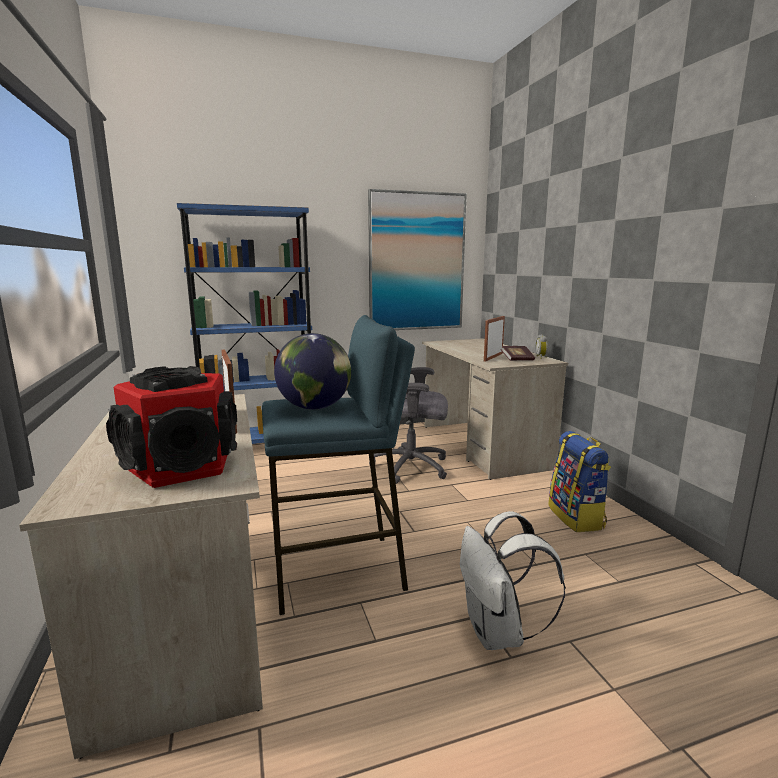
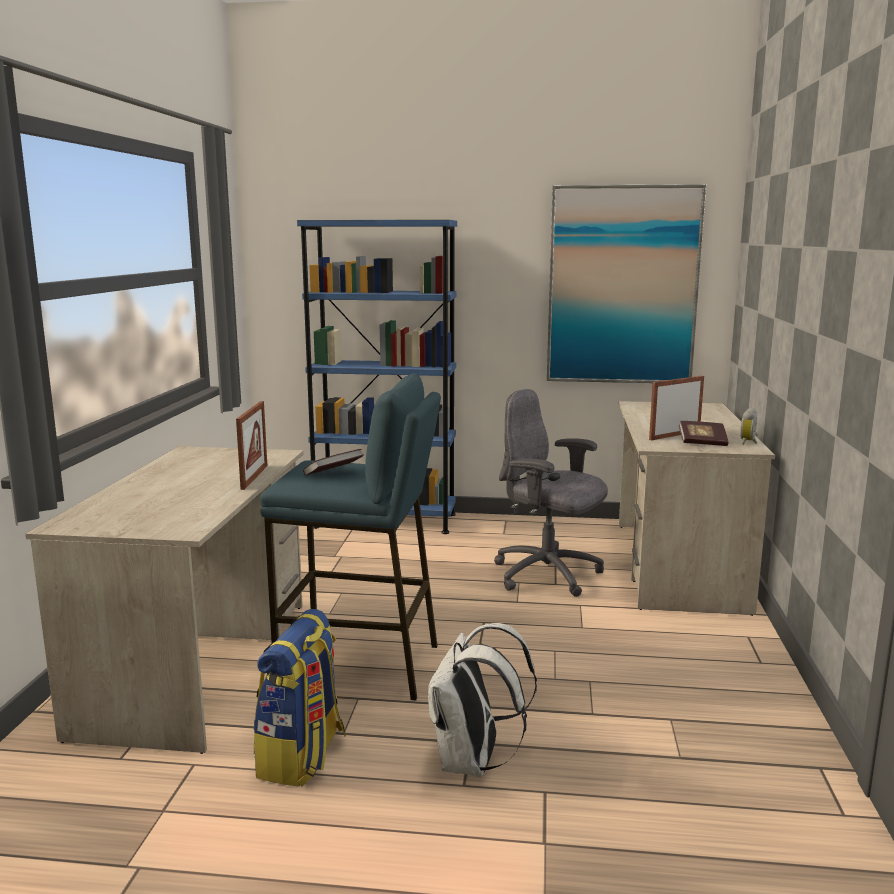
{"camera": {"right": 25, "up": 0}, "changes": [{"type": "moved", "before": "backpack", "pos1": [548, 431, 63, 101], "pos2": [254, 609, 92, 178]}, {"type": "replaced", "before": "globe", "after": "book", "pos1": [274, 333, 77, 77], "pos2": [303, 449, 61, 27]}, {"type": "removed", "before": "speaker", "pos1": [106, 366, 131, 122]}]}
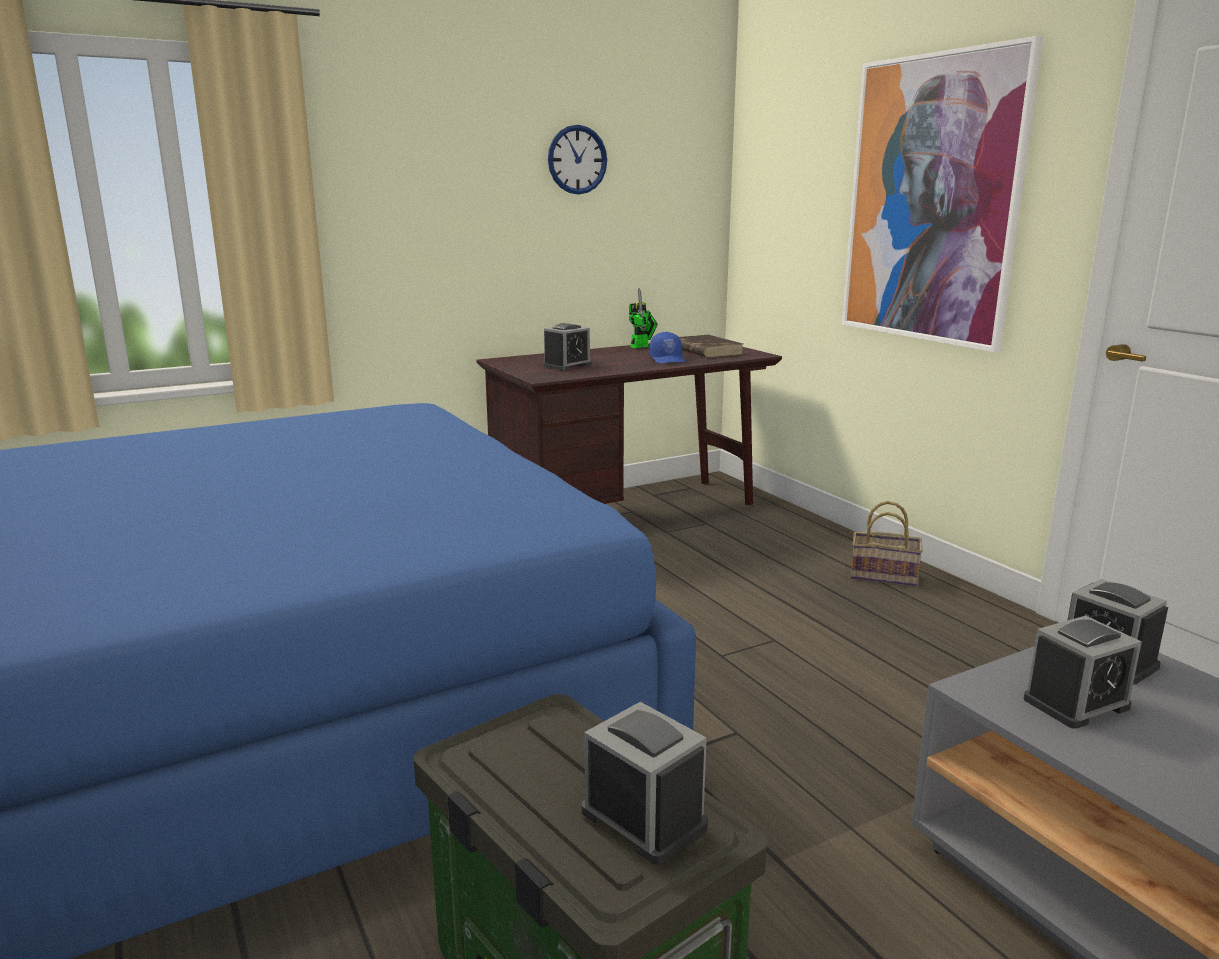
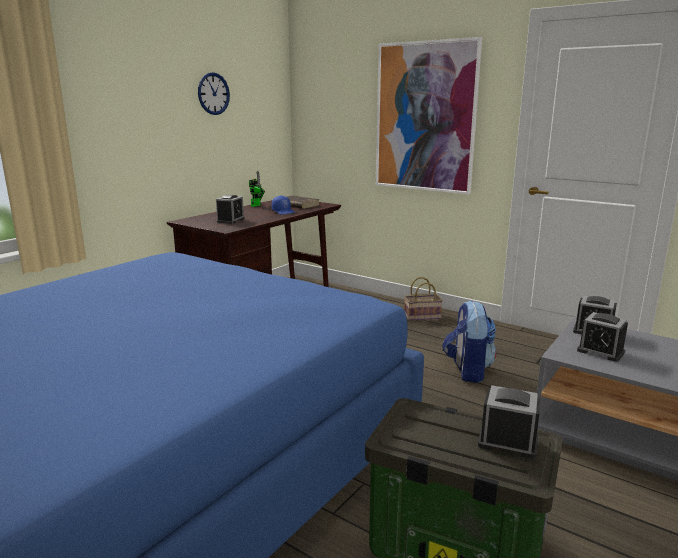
{"camera": {"right": -25, "up": 0}, "changes": [{"type": "added", "after": "backpack", "pos2": [442, 300, 54, 83]}, {"type": "turned", "before": "alarm clock", "pos1": [1024, 616, 118, 113], "pos2": [577, 312, 51, 50], "turn": 90}]}
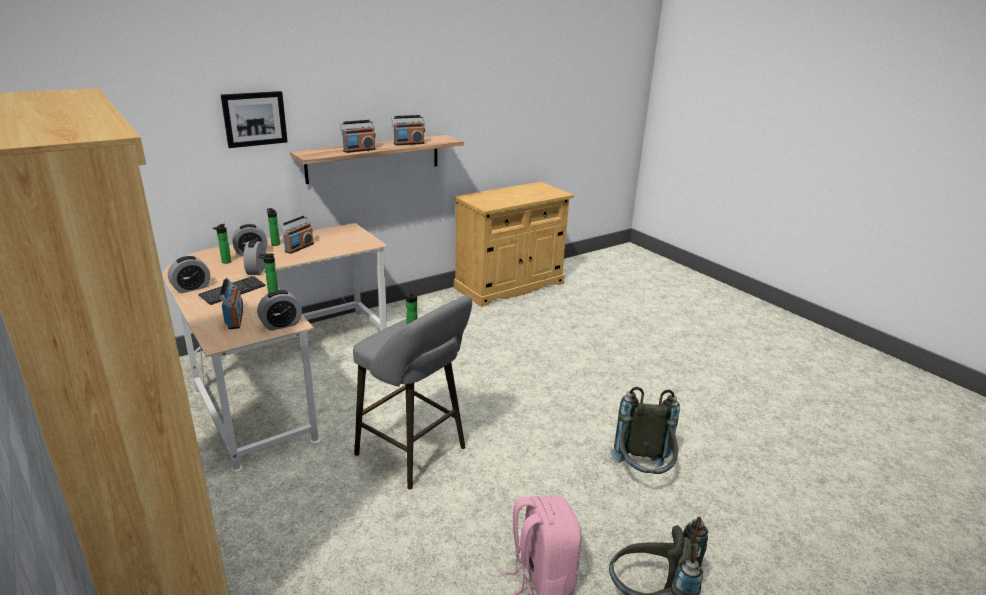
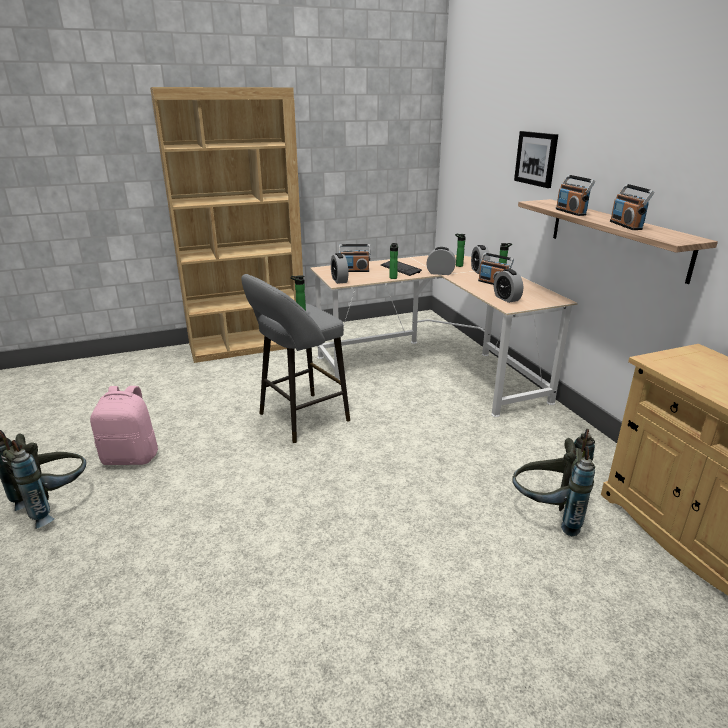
{"camera": {"right": 105, "up": 0}, "changes": [{"type": "moved", "before": "alarm clock", "pos1": [168, 256, 42, 37], "pos2": [494, 269, 29, 34]}, {"type": "moved", "before": "backpack (grey)", "pos1": [610, 387, 70, 87], "pos2": [512, 429, 83, 107]}]}
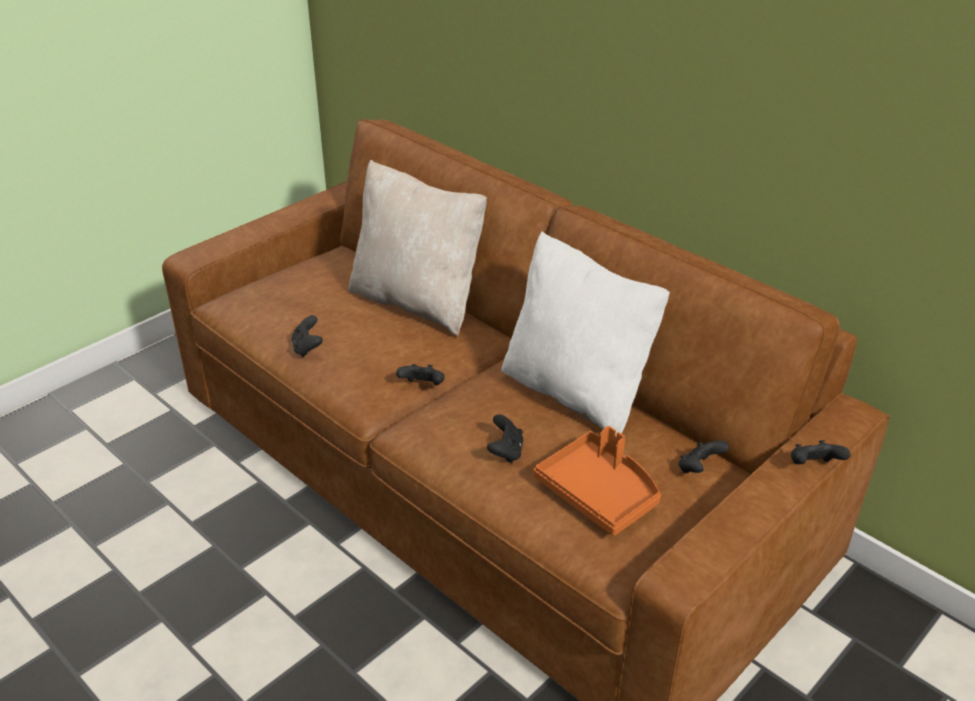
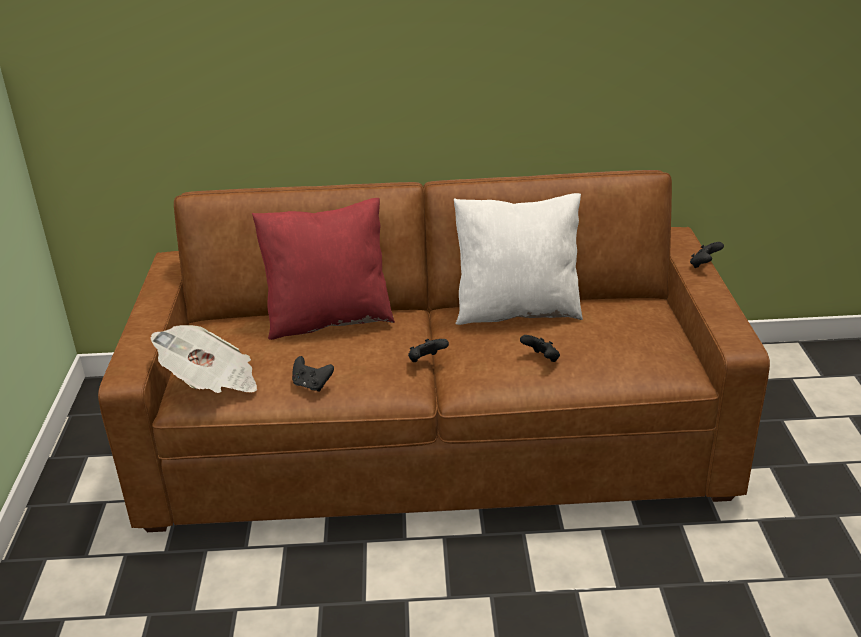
{"camera": {"right": -45, "up": -5}, "changes": [{"type": "added", "after": "newspaper", "pos2": [151, 325, 106, 68]}, {"type": "recoloured", "before": "pillow (beige)", "after": "pillow (red)", "pos1": [349, 160, 138, 176], "pos2": [252, 198, 143, 142]}, {"type": "removed", "before": "tray (orange)", "pos1": [534, 426, 127, 110]}, {"type": "removed", "before": "game controller (black)", "pos1": [678, 440, 52, 33]}]}
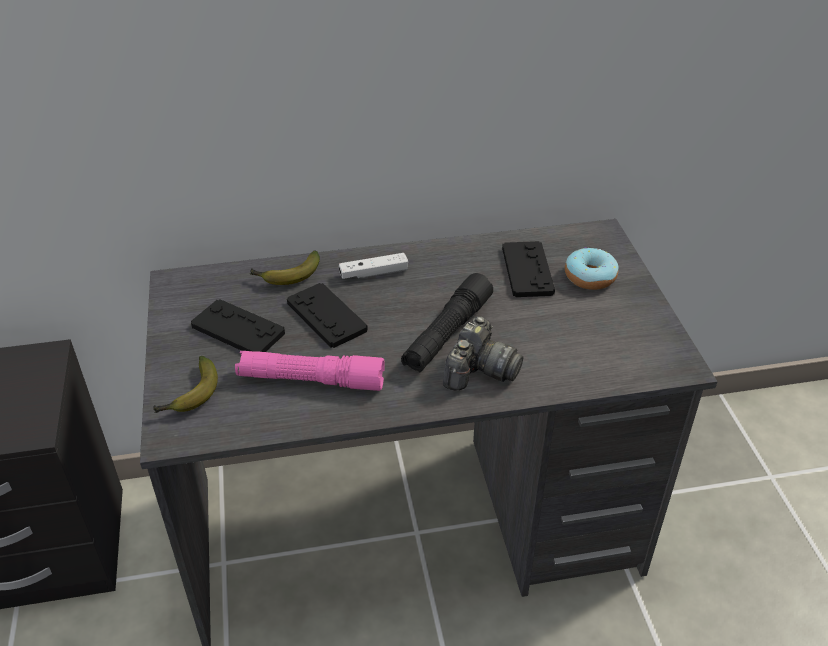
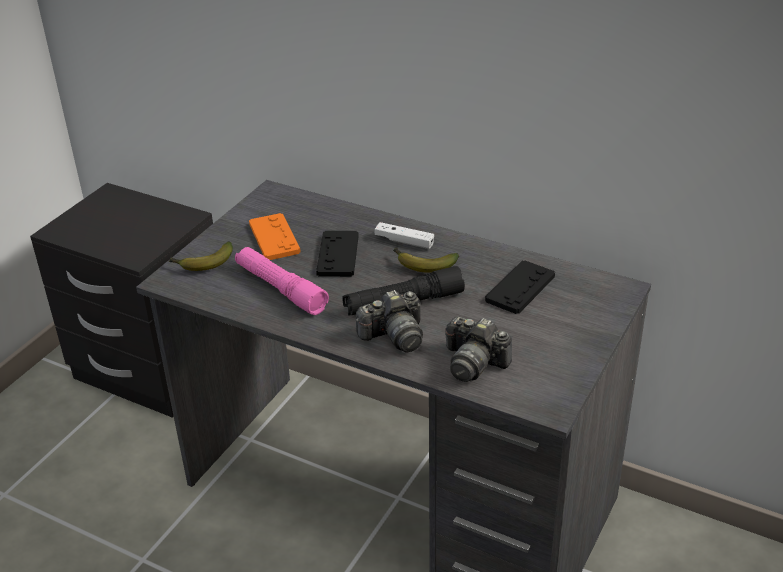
{"camera": {"right": 40, "up": -5}, "changes": [{"type": "recoloured", "before": "game controller (black)", "after": "game controller (orange)", "pos1": [191, 299, 94, 53], "pos2": [249, 213, 52, 47]}, {"type": "moved", "before": "banana", "pos1": [250, 250, 70, 35], "pos2": [393, 246, 66, 27]}, {"type": "added", "after": "photo camera", "pos2": [445, 316, 67, 66]}, {"type": "removed", "before": "donut", "pos1": [565, 247, 54, 43]}]}
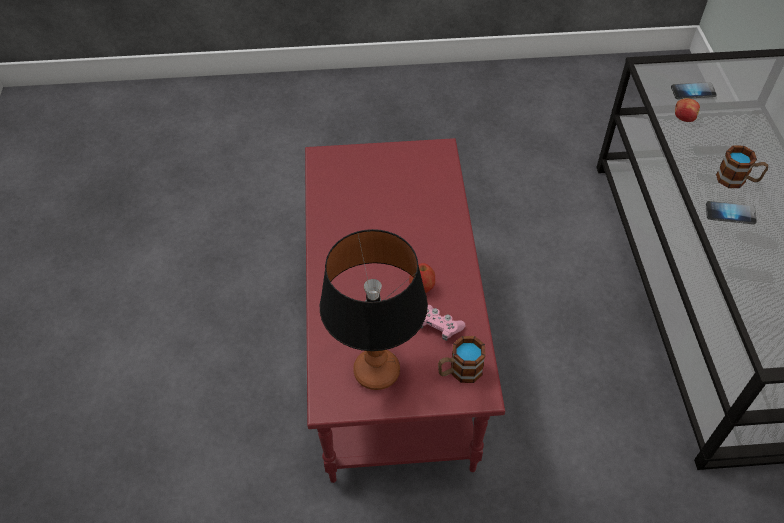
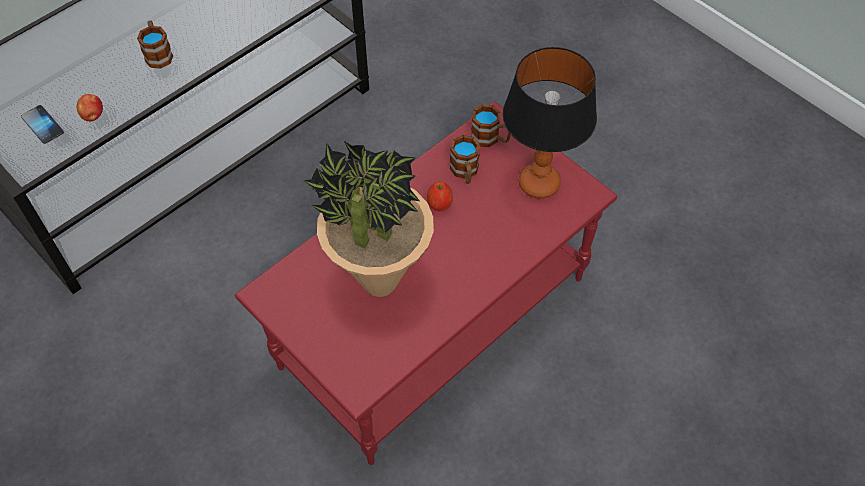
{"camera": {"right": -130, "up": 5}, "changes": [{"type": "added", "after": "potted plant", "pos2": [304, 140, 130, 157]}, {"type": "replaced", "before": "game controller (pink)", "after": "mug", "pos1": [421, 305, 44, 36], "pos2": [450, 135, 30, 49]}, {"type": "removed", "before": "phone", "pos1": [706, 201, 51, 23]}]}
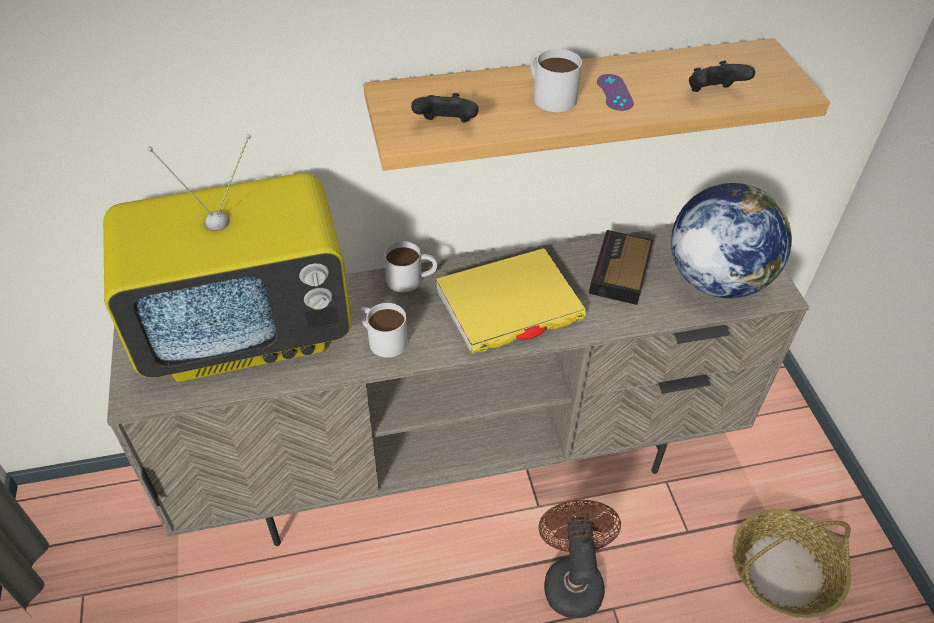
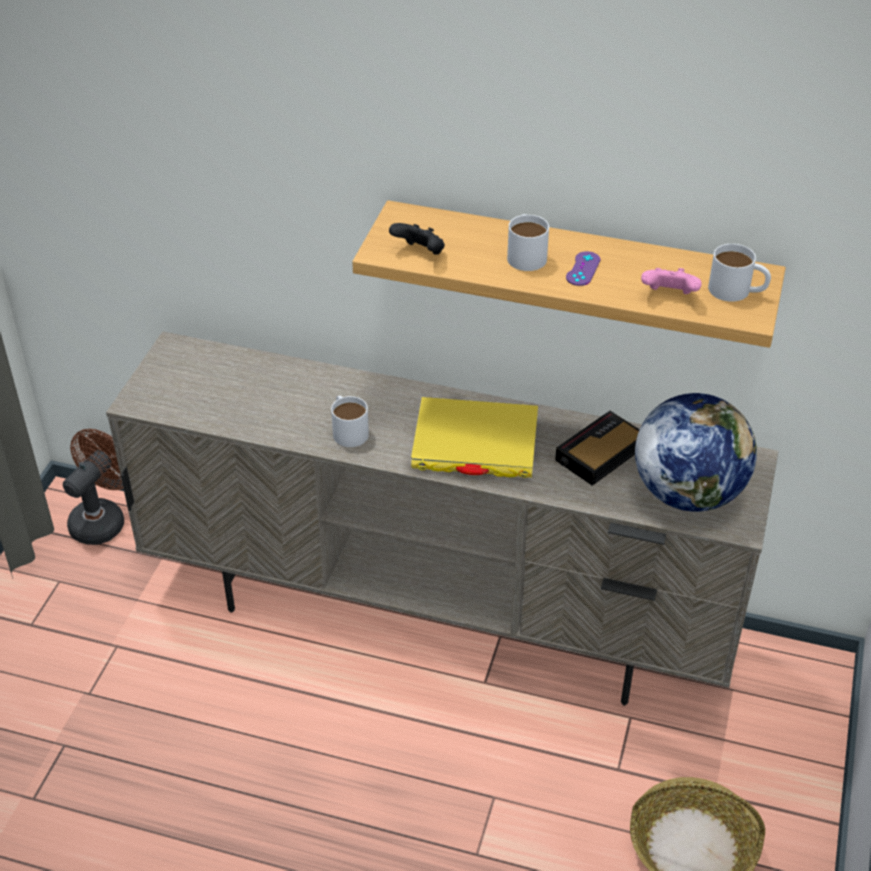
{"camera": {"right": 30, "up": -5}, "changes": [{"type": "moved", "before": "fan (brown)", "pos1": [538, 500, 83, 118], "pos2": [63, 429, 61, 116]}, {"type": "recoloured", "before": "game controller (black)", "after": "game controller (pink)", "pos1": [689, 61, 66, 31], "pos2": [641, 268, 61, 26]}, {"type": "moved", "before": "mug (white)", "pos1": [384, 241, 53, 51], "pos2": [708, 244, 63, 58]}, {"type": "removed", "before": "television", "pos1": [103, 134, 249, 248]}]}
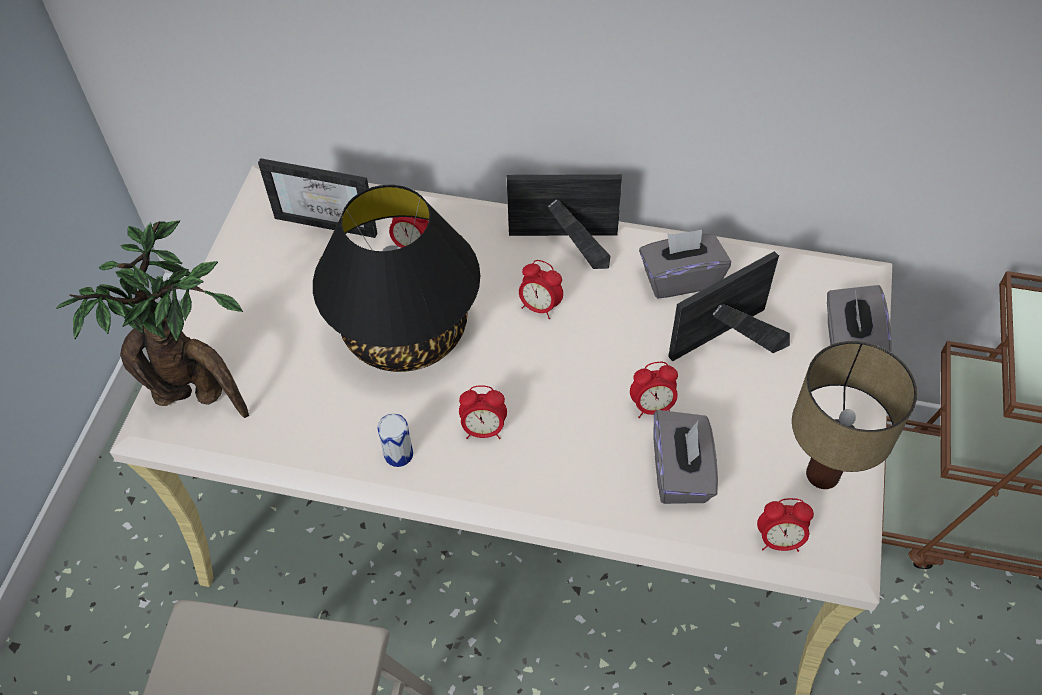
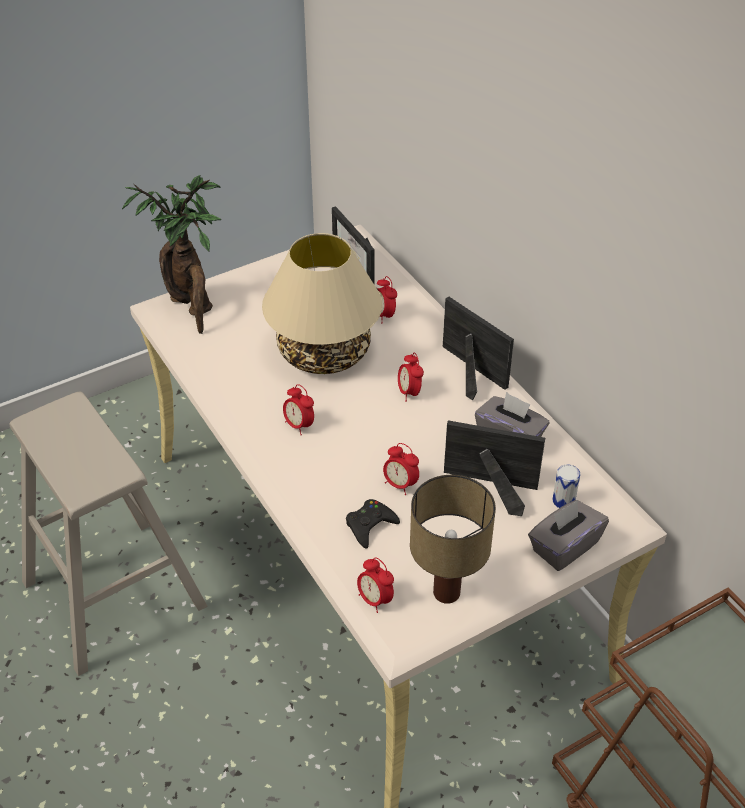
{"camera": {"right": 45, "up": -10}, "changes": [{"type": "recoloured", "before": "table lamp (black)", "after": "table lamp (beige)", "pos1": [313, 185, 167, 187], "pos2": [262, 233, 120, 141]}, {"type": "replaced", "before": "tissue box (grey)", "after": "game controller (black)", "pos1": [654, 410, 64, 94], "pos2": [346, 499, 54, 50]}, {"type": "moved", "before": "can", "pos1": [377, 414, 36, 53], "pos2": [552, 465, 29, 43]}]}
